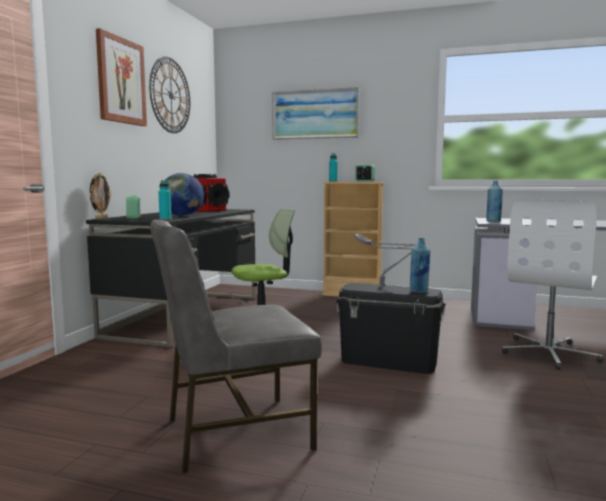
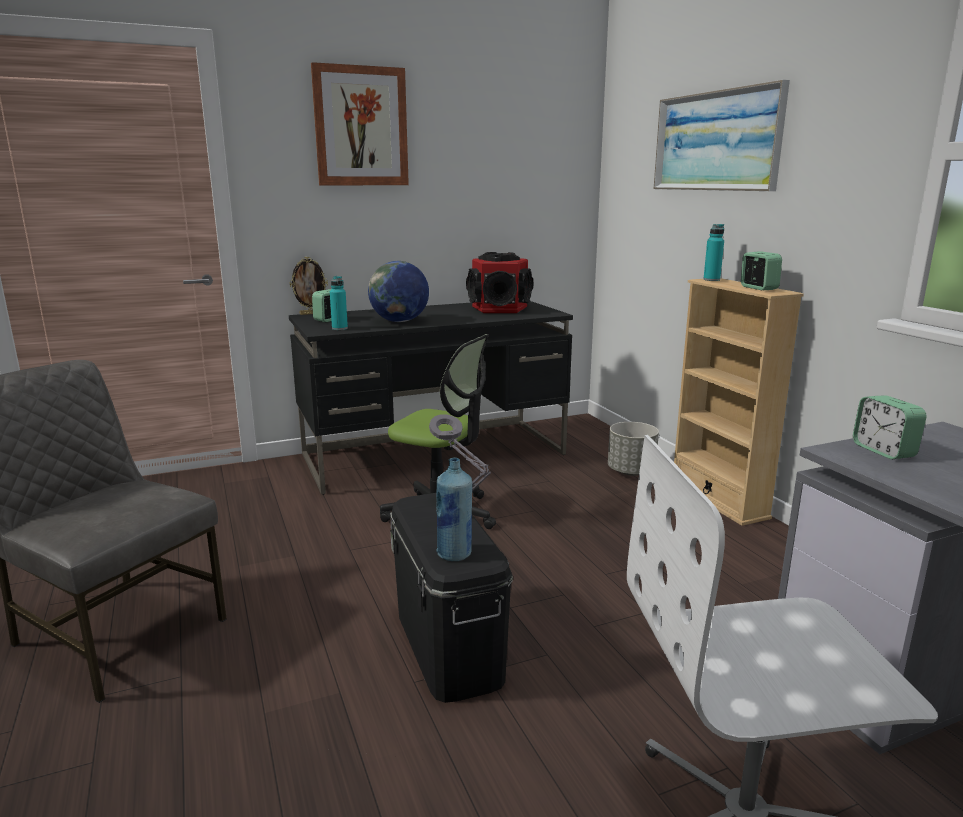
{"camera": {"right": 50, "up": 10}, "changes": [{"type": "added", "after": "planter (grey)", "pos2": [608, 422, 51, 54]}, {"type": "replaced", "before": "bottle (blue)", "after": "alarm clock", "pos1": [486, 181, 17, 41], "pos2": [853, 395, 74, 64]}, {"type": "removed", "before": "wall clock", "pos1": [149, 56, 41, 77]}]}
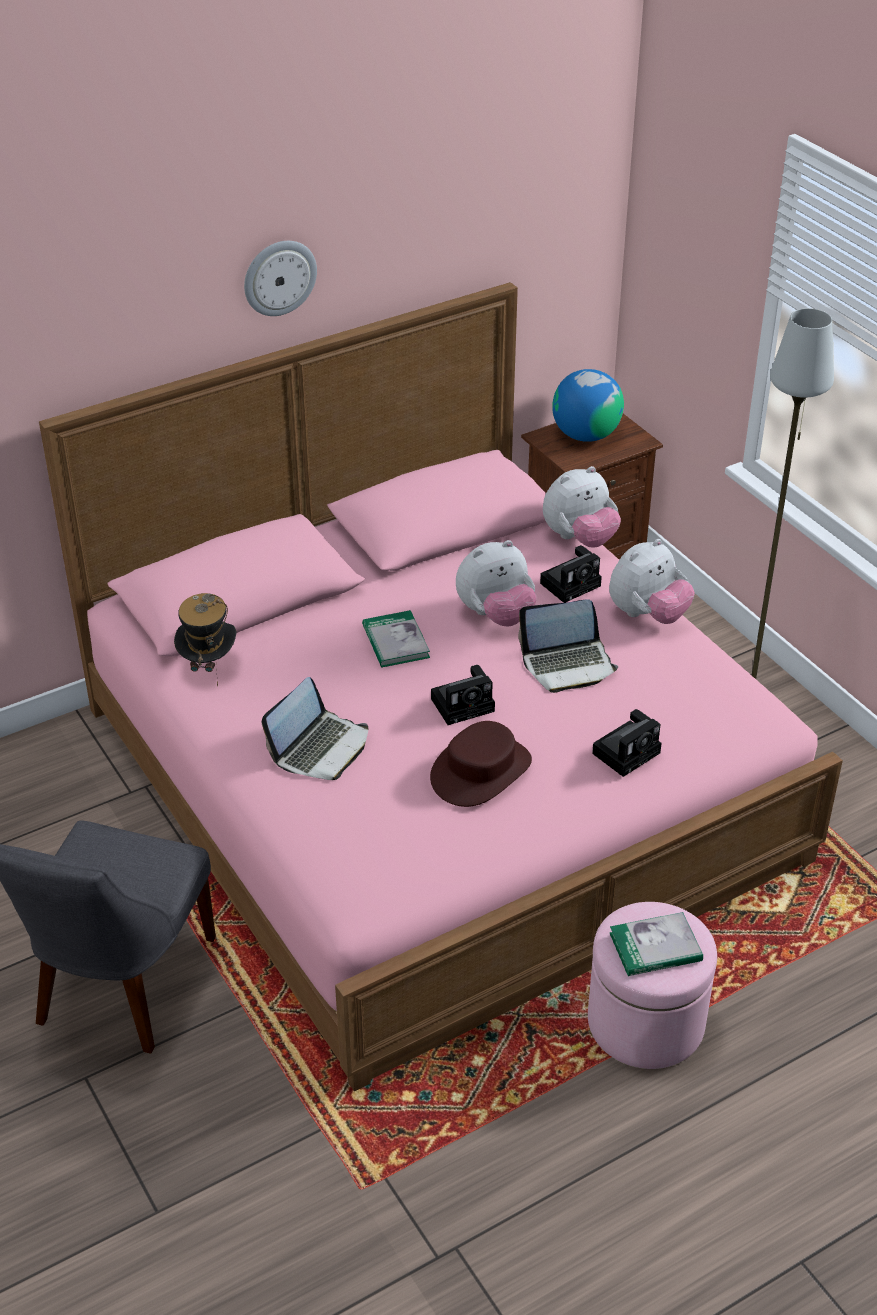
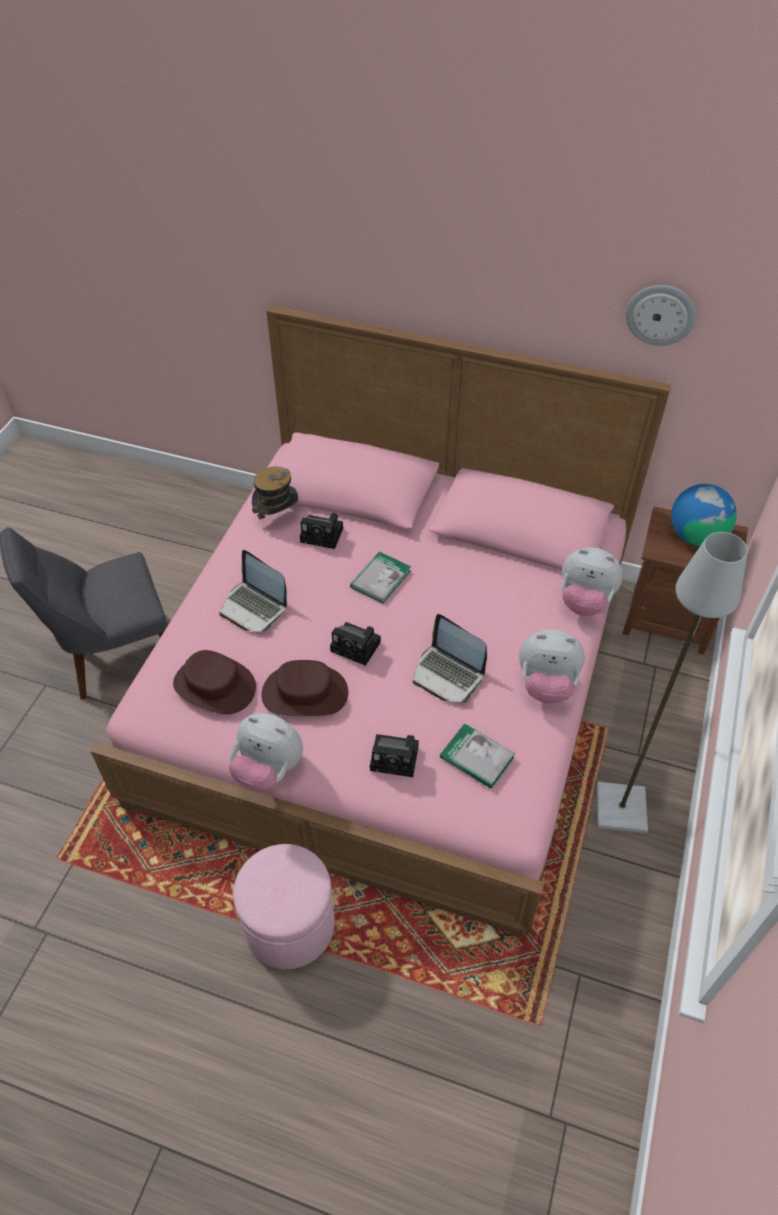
{"camera": {"right": 50, "up": 10}, "changes": [{"type": "added", "after": "hat (brown)", "pos2": [173, 650, 83, 64]}, {"type": "turned", "before": "laptop", "pos1": [262, 677, 106, 103], "pos2": [219, 550, 68, 82], "turn": 45}, {"type": "moved", "before": "plush toy", "pos1": [456, 540, 81, 86], "pos2": [228, 713, 75, 79]}, {"type": "moved", "before": "photo camera", "pos1": [540, 545, 62, 58], "pos2": [300, 513, 43, 36]}, {"type": "moved", "before": "book", "pos1": [610, 912, 93, 64], "pos2": [440, 723, 75, 66]}, {"type": "moved", "before": "wall clock", "pos1": [244, 241, 73, 75], "pos2": [626, 285, 70, 61]}]}
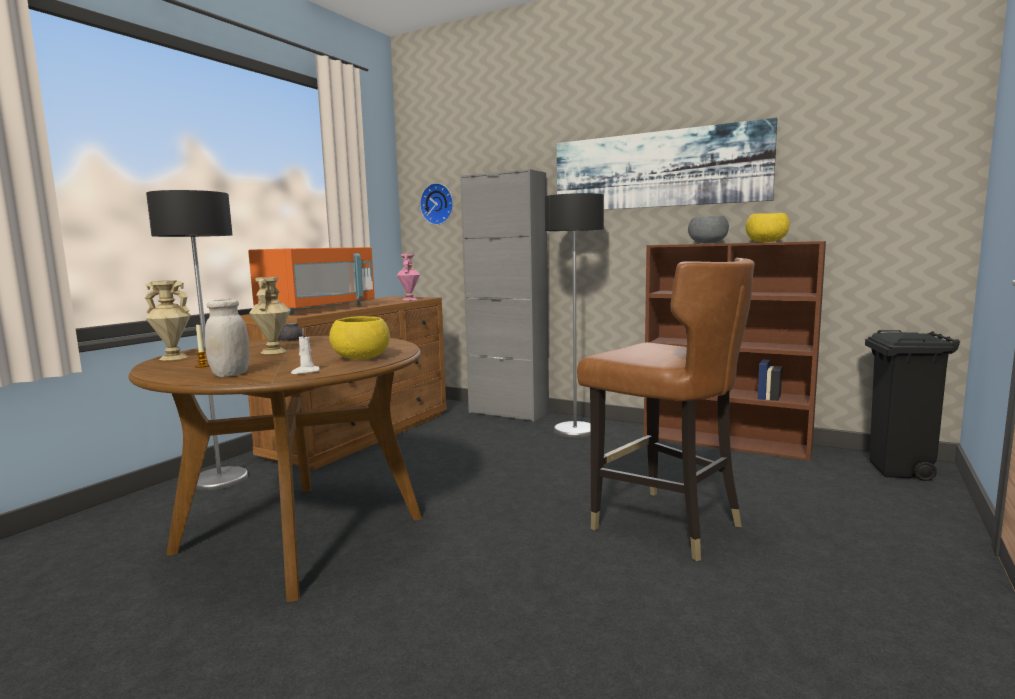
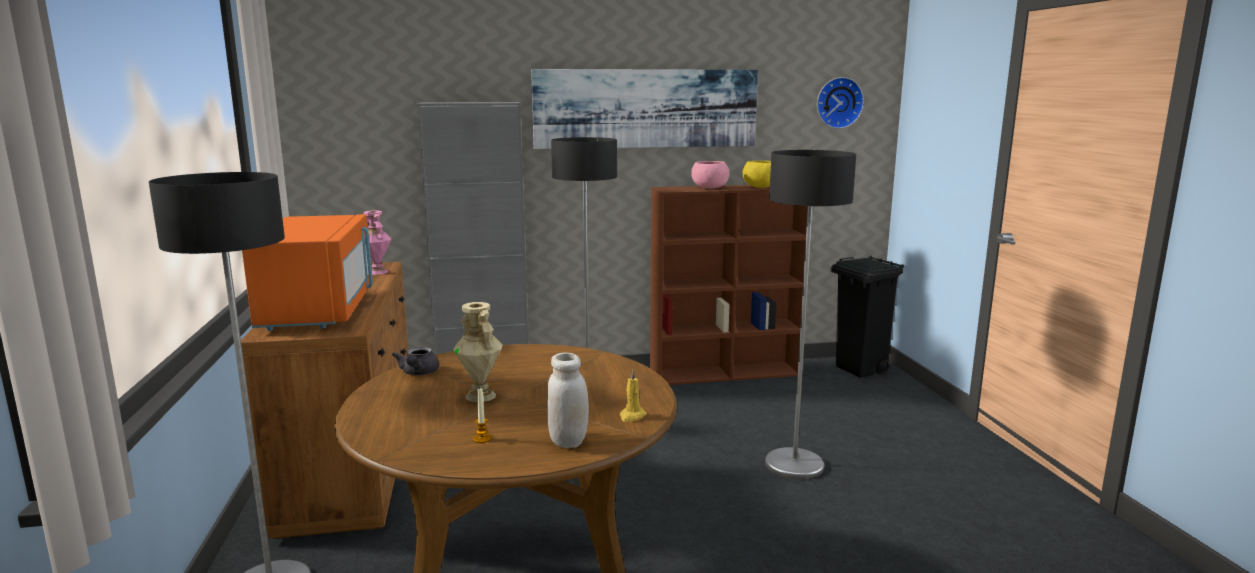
{"camera": {"right": -40, "up": 5}, "changes": [{"type": "recoloured", "before": "candle (white)", "after": "candle (yellow)", "pos1": [291, 328, 29, 46], "pos2": [620, 370, 27, 52]}, {"type": "recoloured", "before": "bowl (grey)", "after": "bowl (pink)", "pos1": [688, 216, 41, 27], "pos2": [691, 161, 38, 28]}, {"type": "replaced", "before": "chair (brown)", "after": "floor lamp", "pos1": [577, 258, 177, 303], "pos2": [765, 150, 91, 329]}, {"type": "moved", "before": "wall clock", "pos1": [420, 183, 33, 42], "pos2": [817, 77, 47, 52]}, {"type": "removed", "before": "vase (beige)", "pos1": [145, 280, 46, 80]}, {"type": "removed", "before": "bowl (yellow)", "pos1": [329, 316, 61, 43]}]}
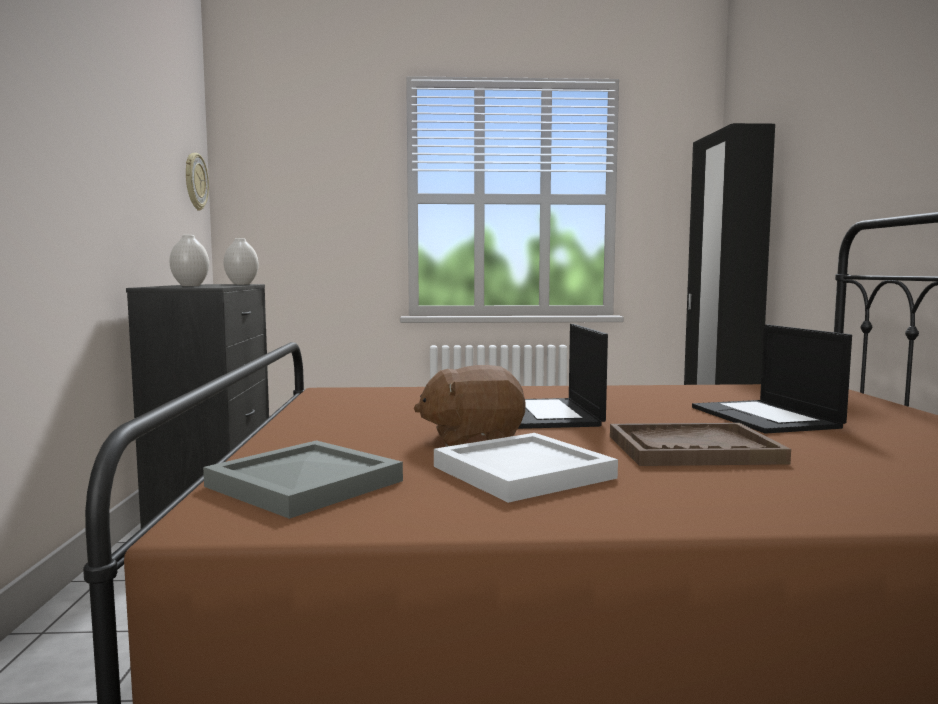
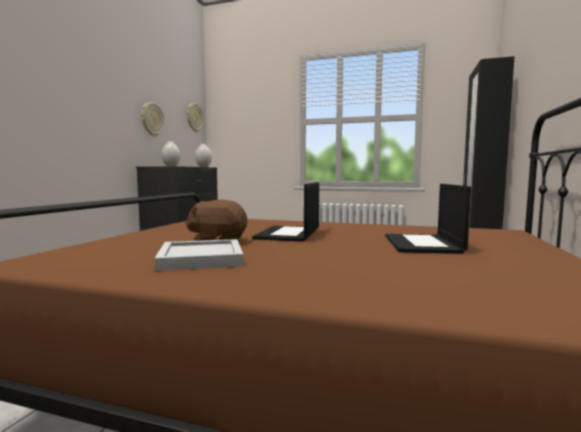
{"camera": {"right": 20, "up": 0}, "changes": [{"type": "added", "after": "wall clock", "pos2": [141, 102, 23, 35]}, {"type": "removed", "before": "tray (grey)", "pos1": [203, 440, 200, 79]}, {"type": "removed", "before": "tray (brown)", "pos1": [610, 423, 181, 43]}]}
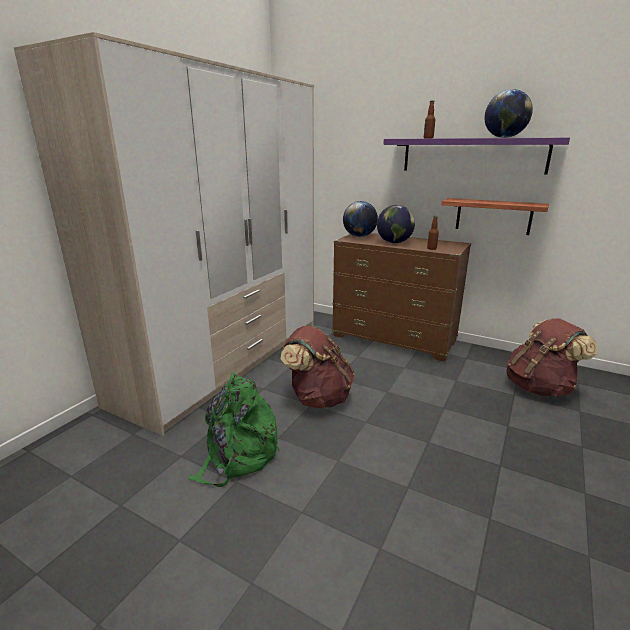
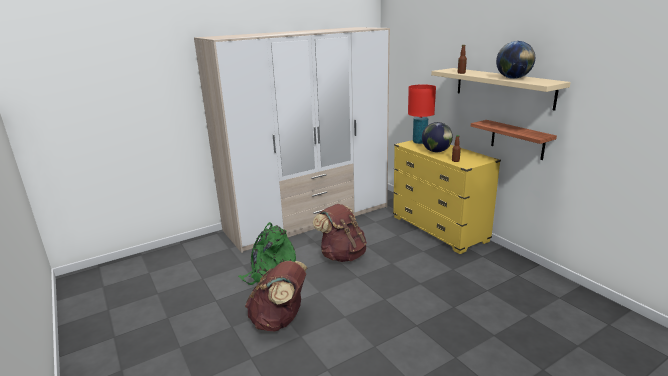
{"camera": {"right": 30, "up": 0}, "changes": [{"type": "moved", "before": "backpack (brown)", "pos1": [506, 318, 92, 79], "pos2": [245, 261, 62, 70]}, {"type": "recoloured", "before": "dresser (brown)", "after": "dresser (yellow)", "pos1": [332, 233, 139, 129], "pos2": [393, 140, 108, 114]}, {"type": "replaced", "before": "globe", "after": "table lamp (red)", "pos1": [343, 201, 35, 36], "pos2": [408, 84, 28, 60]}, {"type": "recoloured", "before": "shelf (purple)", "after": "shelf (beige)", "pos1": [383, 138, 187, 37], "pos2": [431, 68, 140, 43]}]}
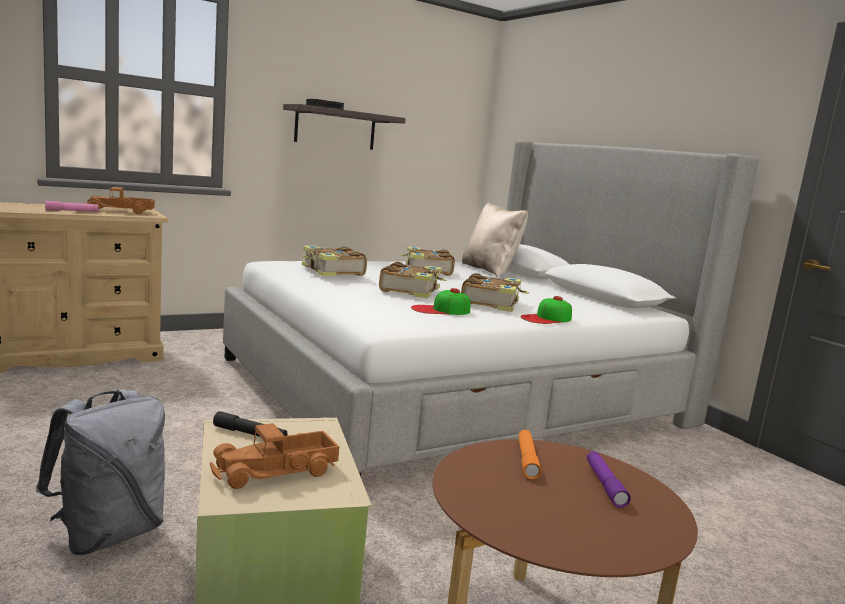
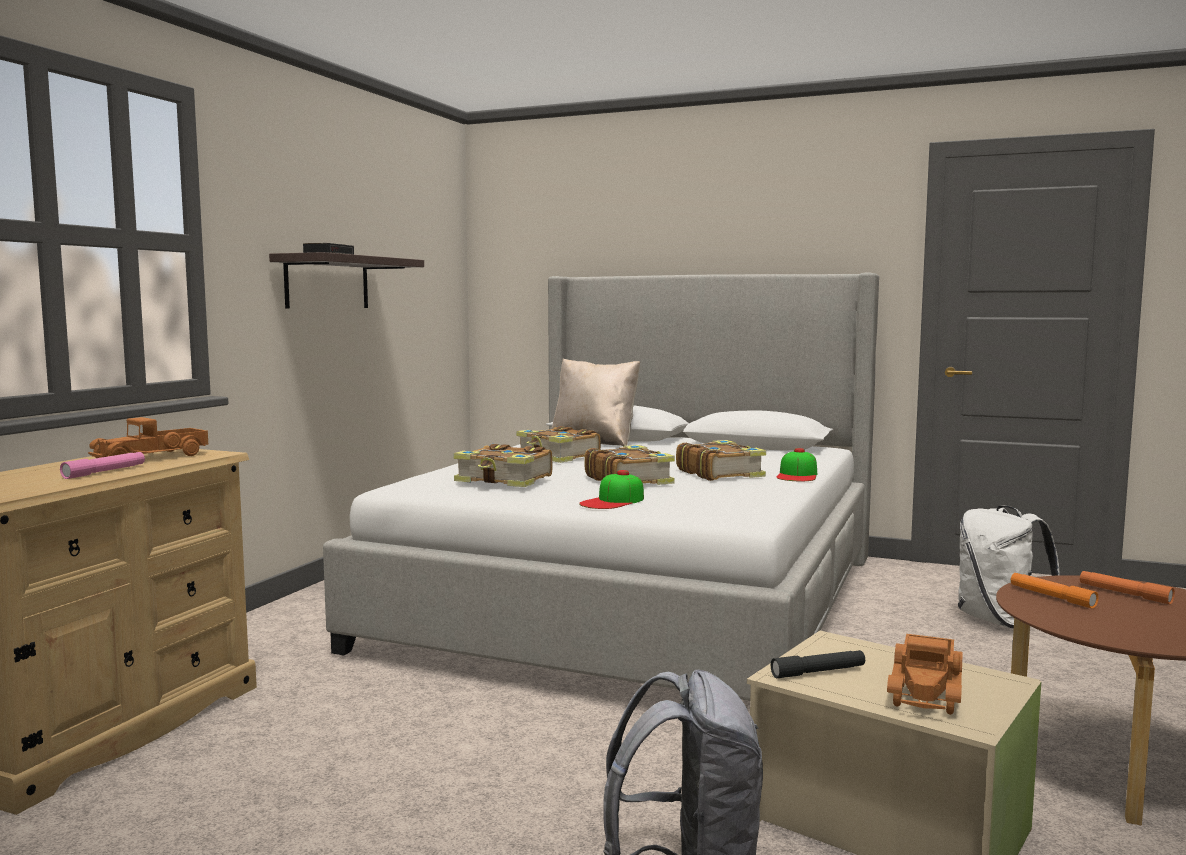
{"camera": {"right": -35, "up": -5}, "changes": [{"type": "moved", "before": "cap", "pos1": [411, 288, 60, 27], "pos2": [579, 470, 65, 39]}, {"type": "added", "after": "backpack (white)", "pos2": [958, 505, 102, 124]}, {"type": "recoloured", "before": "flashlight (purple)", "after": "flashlight (orange)", "pos1": [587, 451, 44, 57], "pos2": [1080, 571, 95, 33]}]}
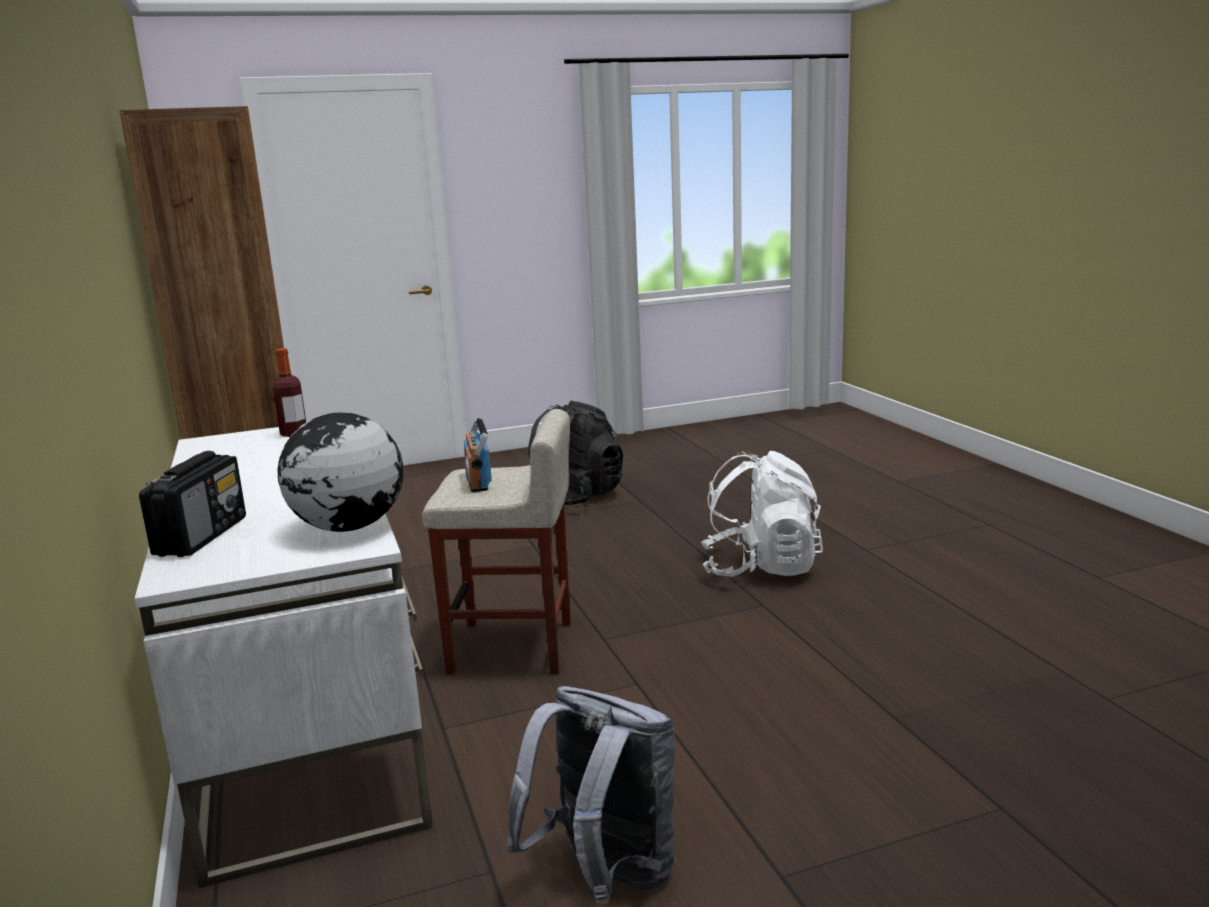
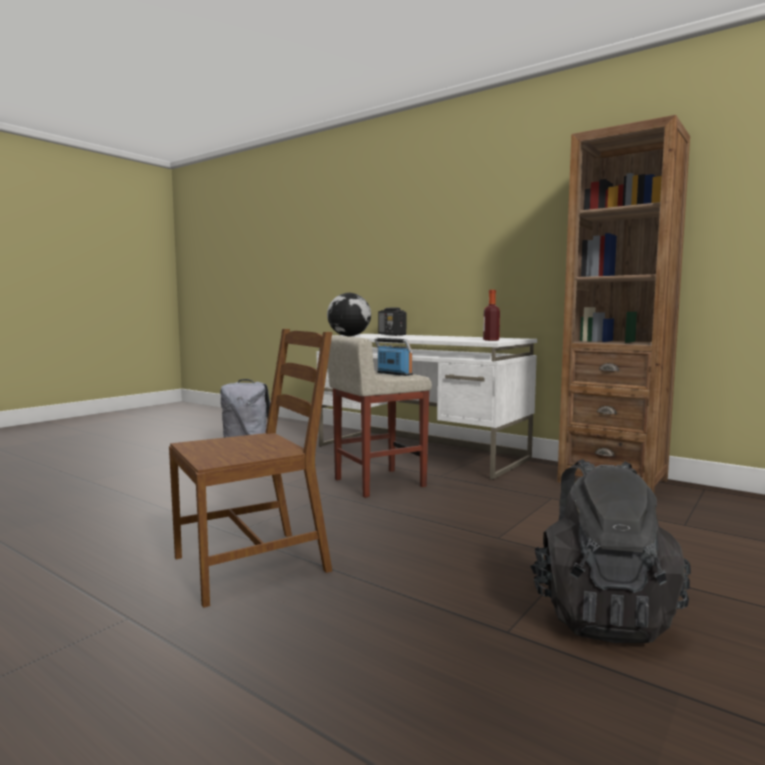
{"camera": {"right": 145, "up": -10}, "changes": [{"type": "replaced", "before": "backpack (white)", "after": "chair (brown)", "pos1": [700, 451, 123, 126], "pos2": [169, 329, 163, 279]}]}
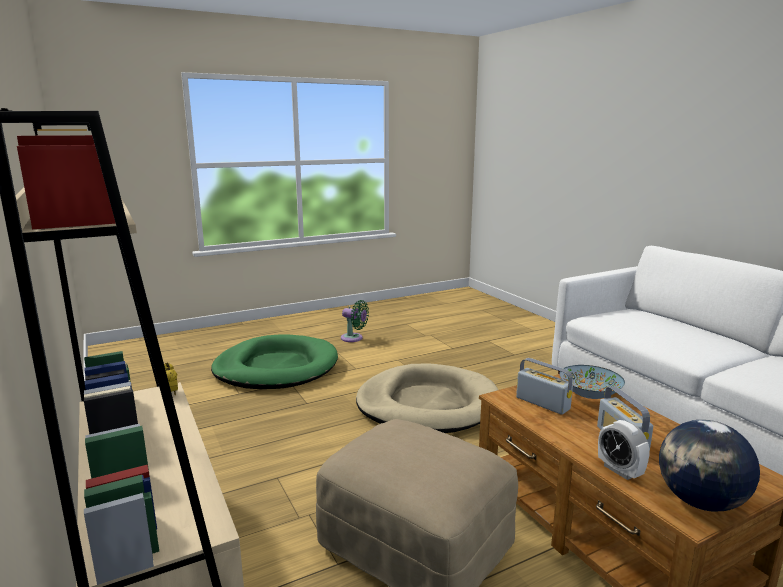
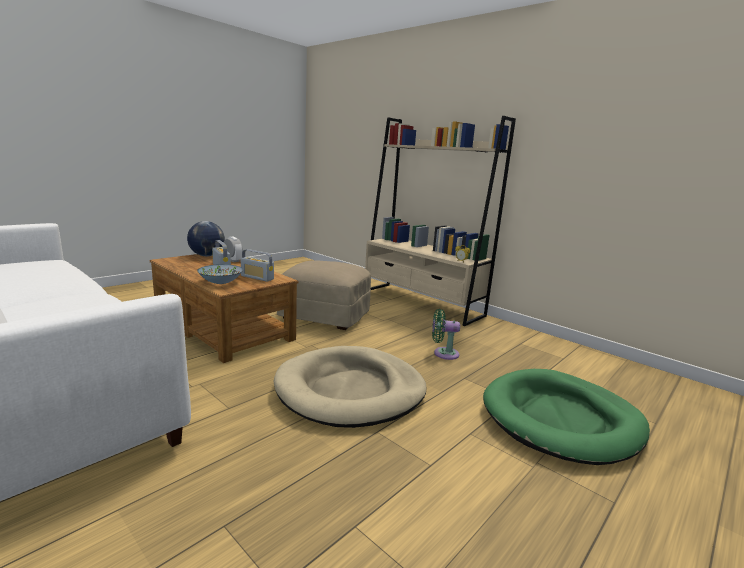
{"camera": {"right": 160, "up": 0}, "changes": [{"type": "moved", "before": "fan (green)", "pos1": [341, 300, 28, 42], "pos2": [432, 309, 28, 51]}]}
